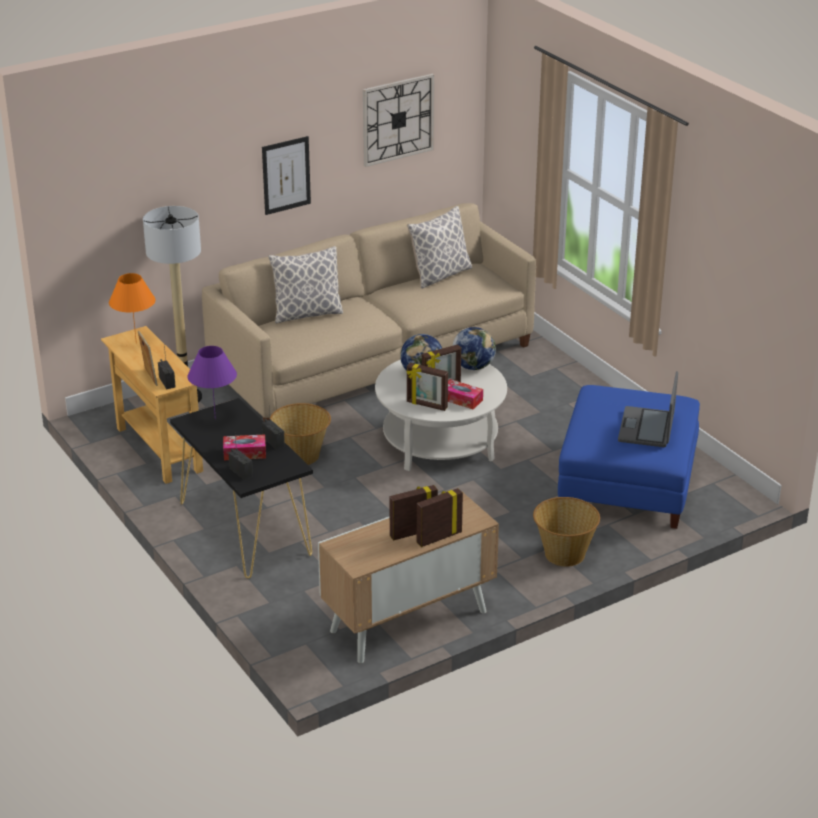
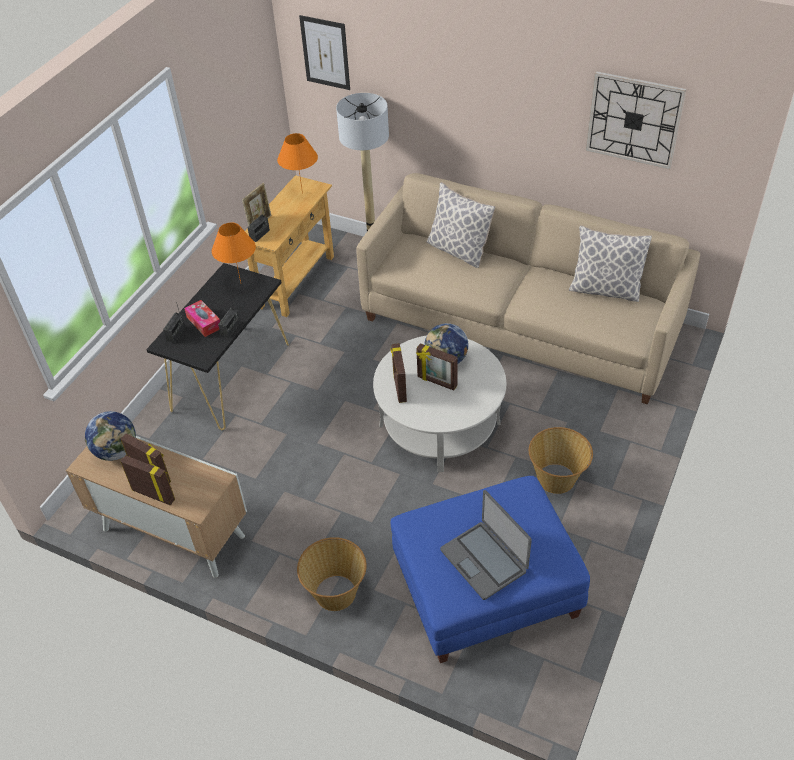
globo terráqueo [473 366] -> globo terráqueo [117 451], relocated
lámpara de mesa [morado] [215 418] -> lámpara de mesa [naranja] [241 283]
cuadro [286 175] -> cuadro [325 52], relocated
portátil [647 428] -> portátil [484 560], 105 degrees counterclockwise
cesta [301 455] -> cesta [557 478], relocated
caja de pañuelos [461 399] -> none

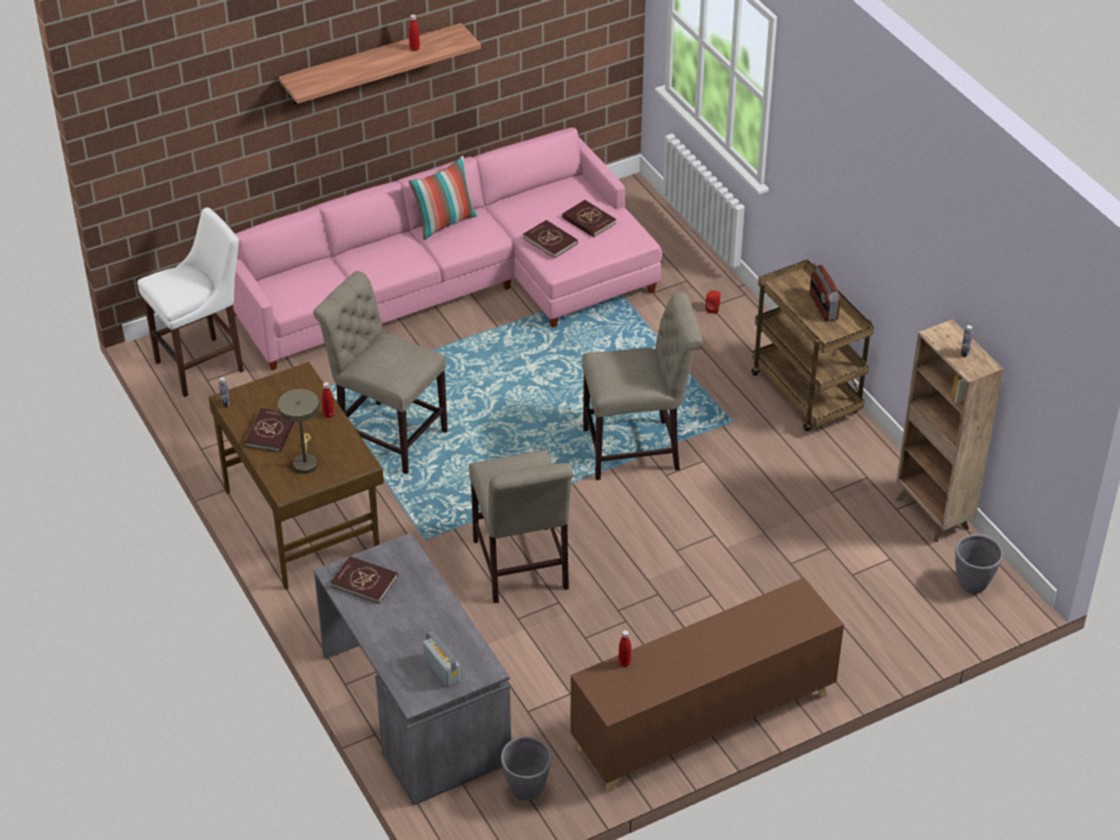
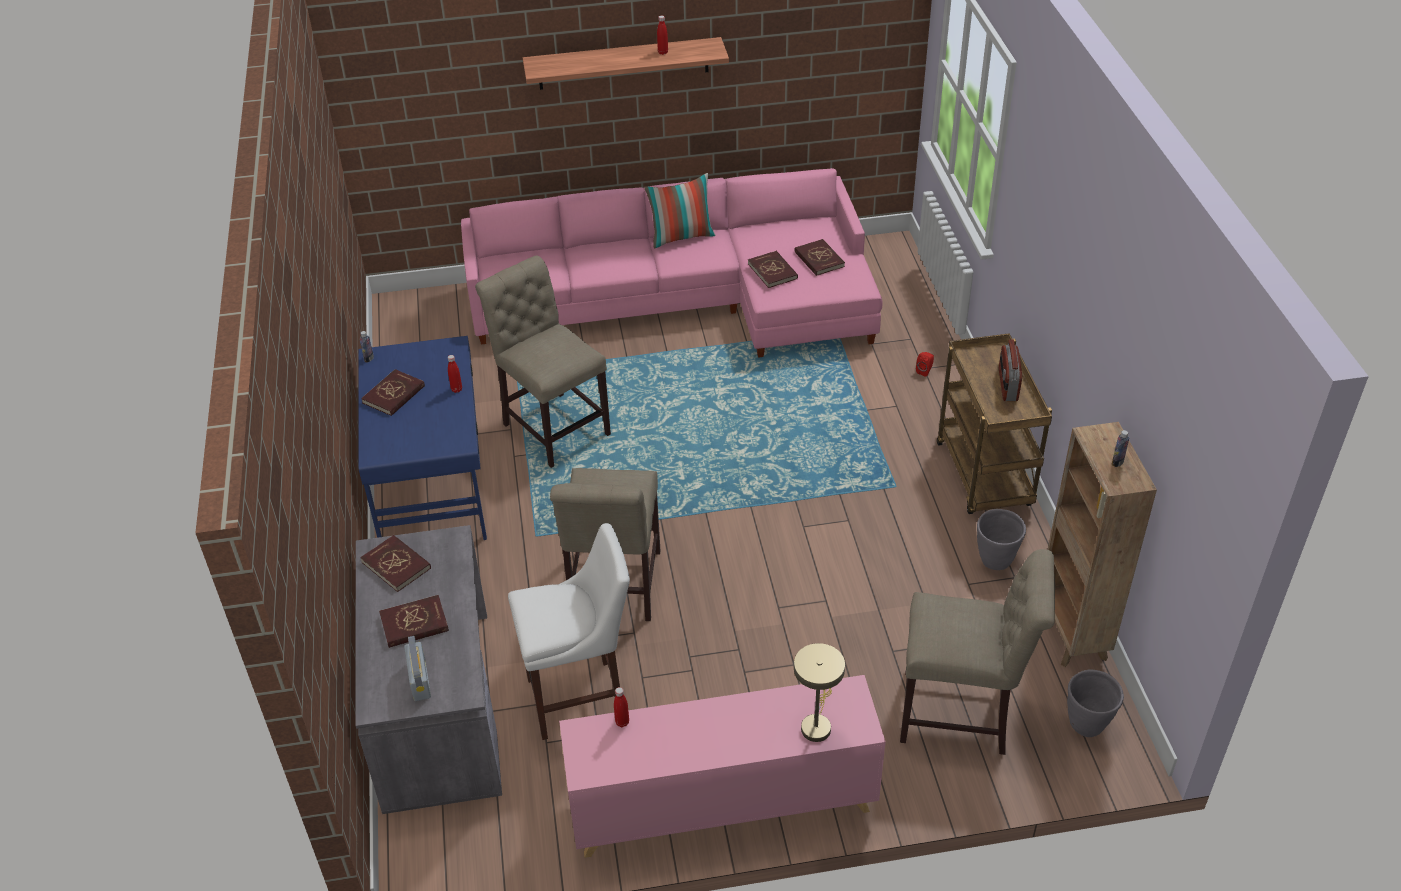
escritorio [marrón] [302 520] -> escritorio [azul] [433 490]
none -> libro [rojo] [414 624]
taburete [blanco] [204 365] -> taburete [blanco] [581 698], relocated
armario [marrón] [703 722] -> armario [rosa] [721 805]
lámpara de mesa [beis] [305 461] -> lámpara de mesa [beis] [816 724], relocated
silla [beis] [637 449] -> silla [beis] [962 714], relocated
maceta [gris] [526 790] -> maceta [gris] [995 561], relocated

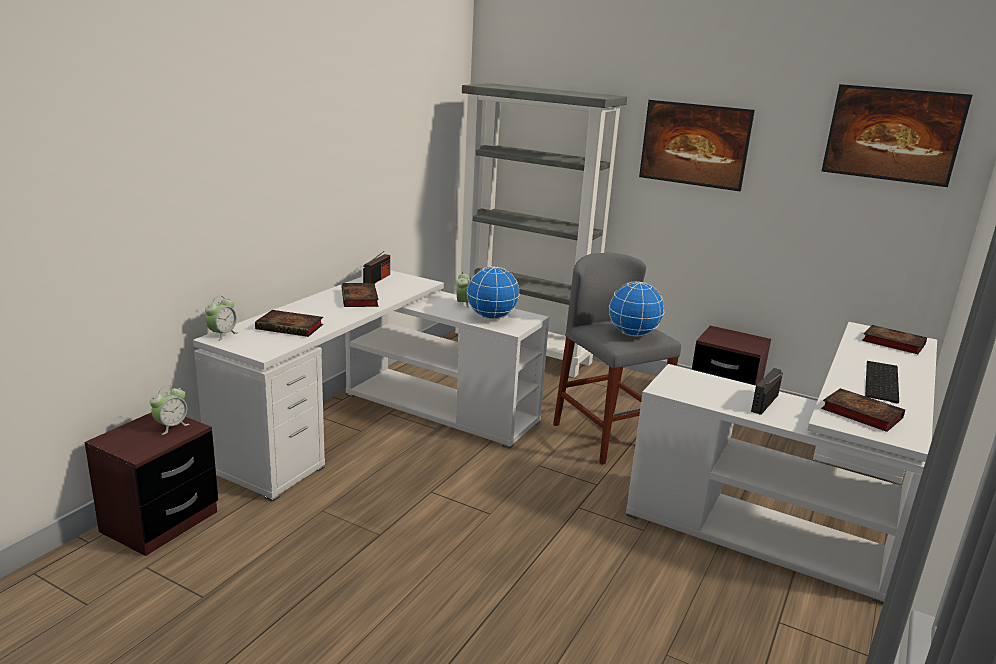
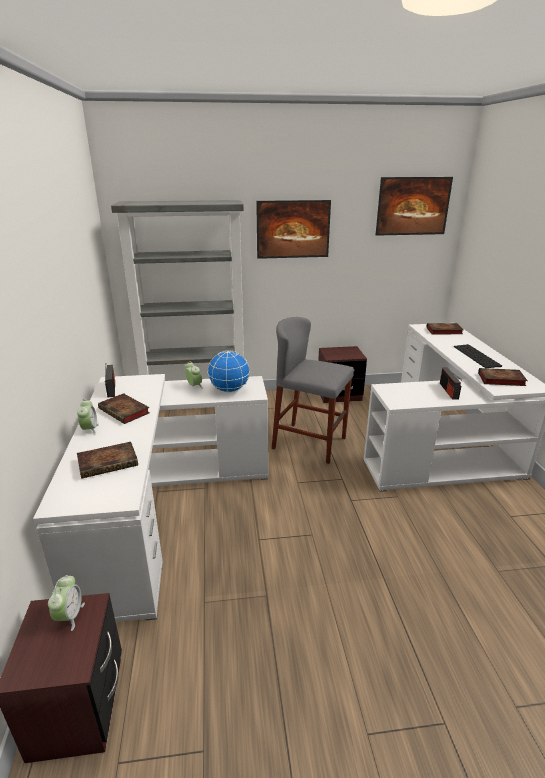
despertador [222 335] -> despertador [90 429], relocated
globo terráqueo [633 334] -> none

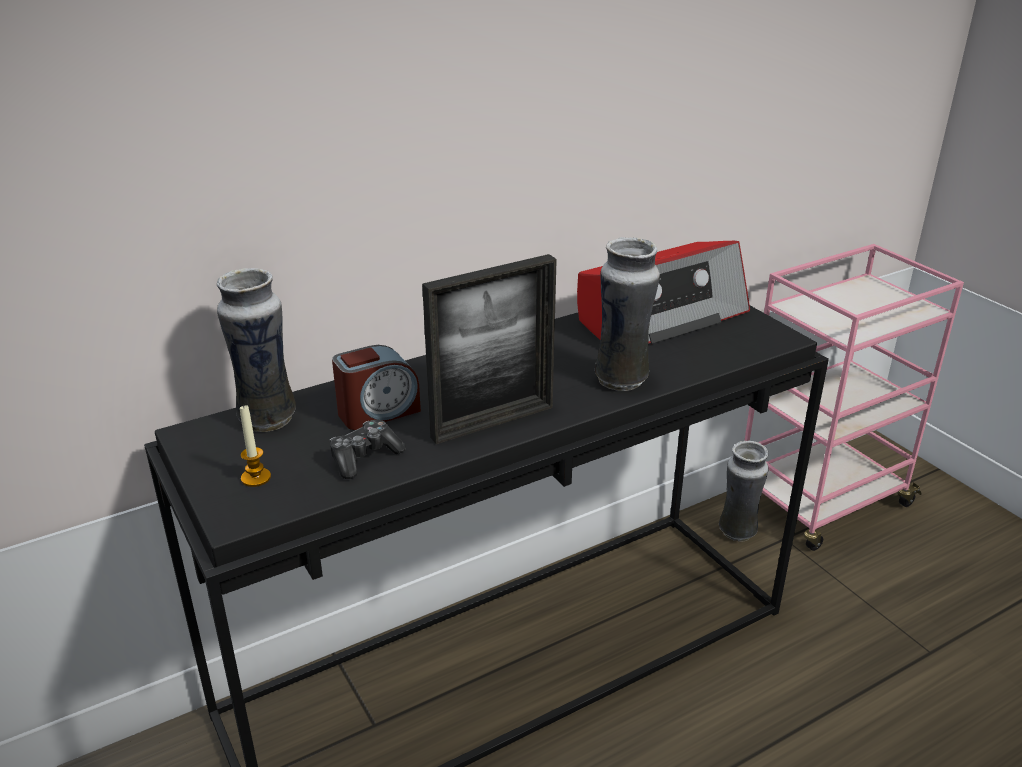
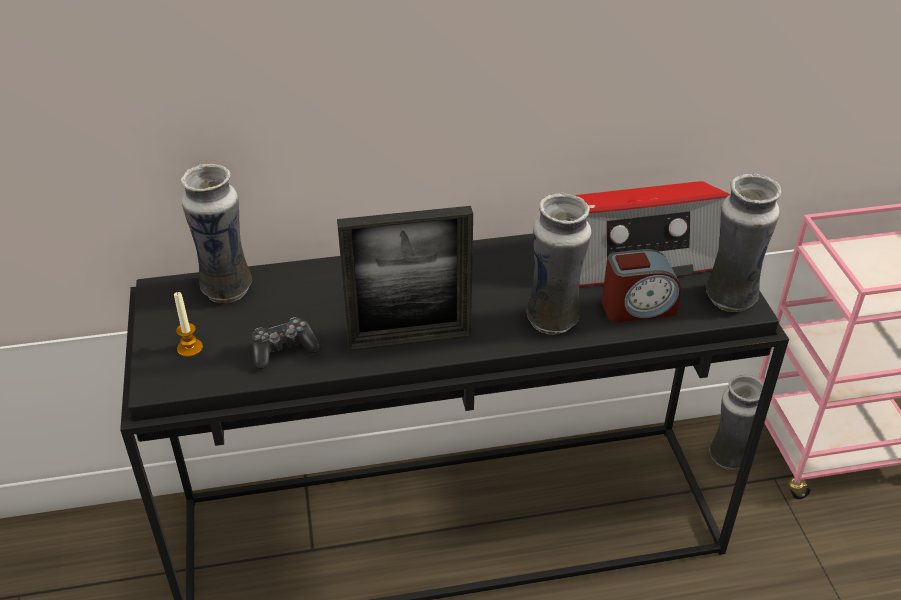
despertador [378 412] -> despertador [637 307], relocated
none -> florero [729 299]

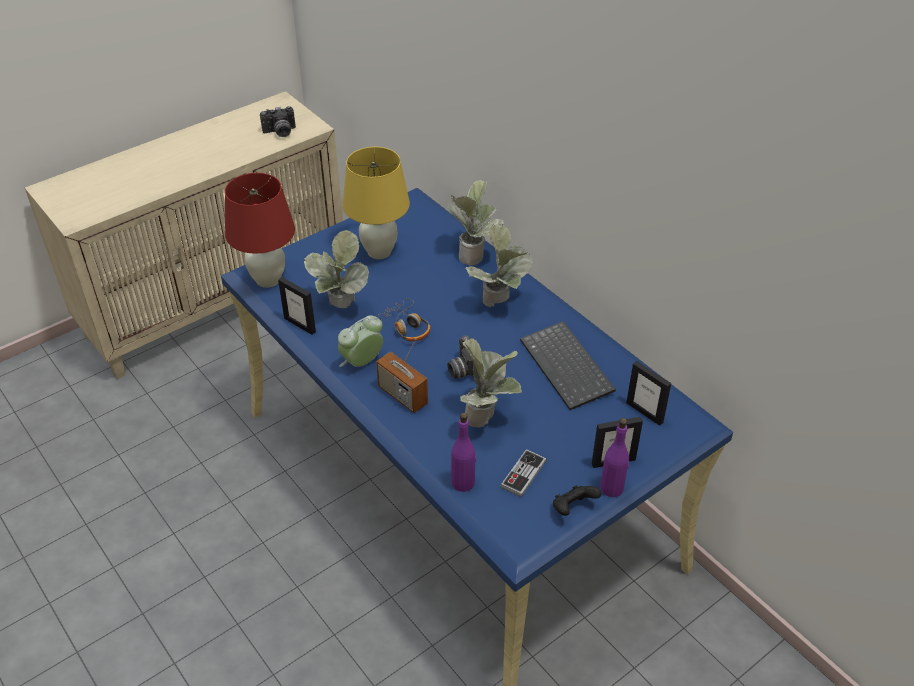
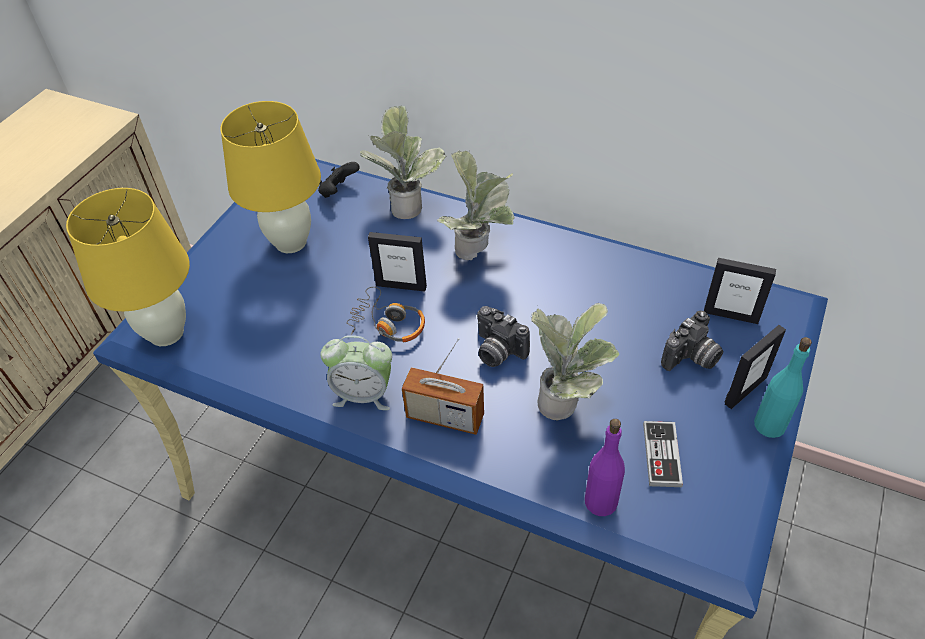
lámpara de mesa [rojo] [268 279] -> lámpara de mesa [amarillo] [166 333]
mando de consola [negro] [573 508] -> mando de consola [negro] [339 191], relocated
despertador [362 362] -> despertador [364 394], 105 degrees counterclockwise
portarretratos [300 325] -> portarretratos [401 285], relocated
cámara [280 132] -> cámara [692 359], relocated
botella [morado] [612 488] -> botella [turquesa] [770 425]
planta en maceta [340 310] -> none
teclado [568 367] -> none

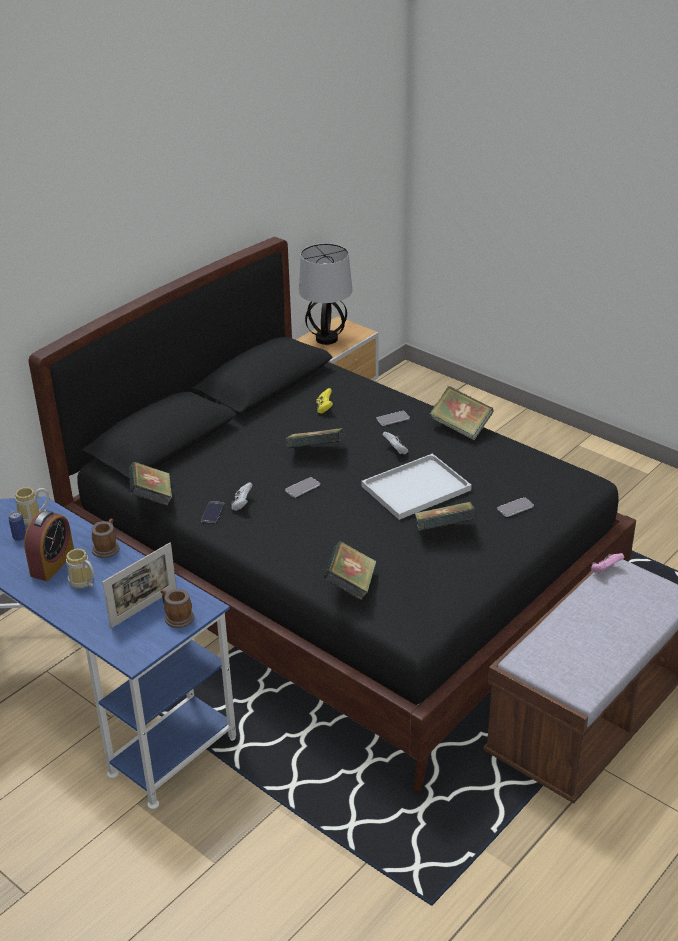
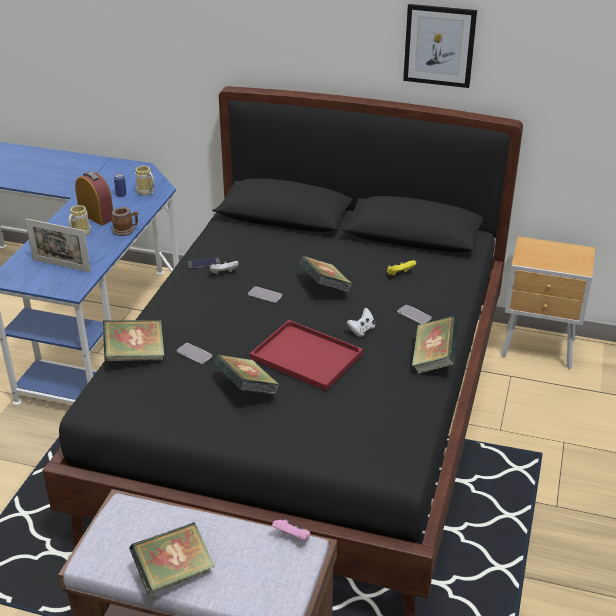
despertador [52 564] -> despertador [96 216], 135 degrees counterclockwise
libro [152 499] -> libro [174 573], relocated
móvil [515 508] -> móvil [194 354], relocated
bandeja [blanco] [415 489] -> bandeja [rojo] [304 356]
none -> cuadro [439 45]
taza grande [176 617] -> none
lámpara de mesa [327 339] -> none

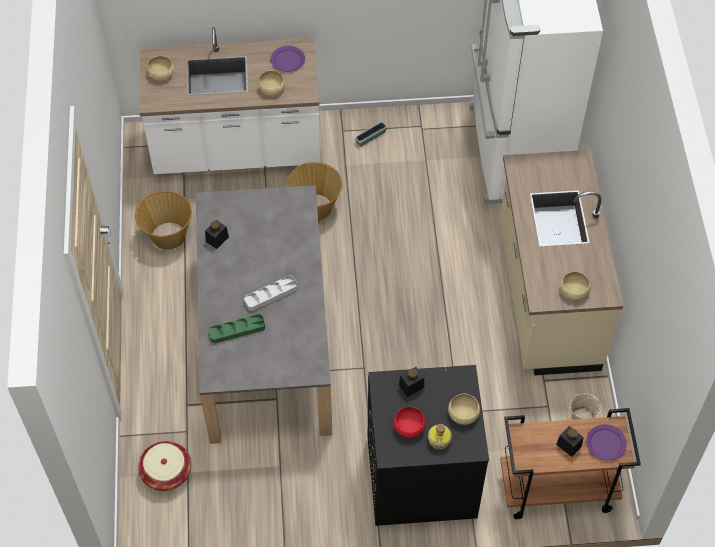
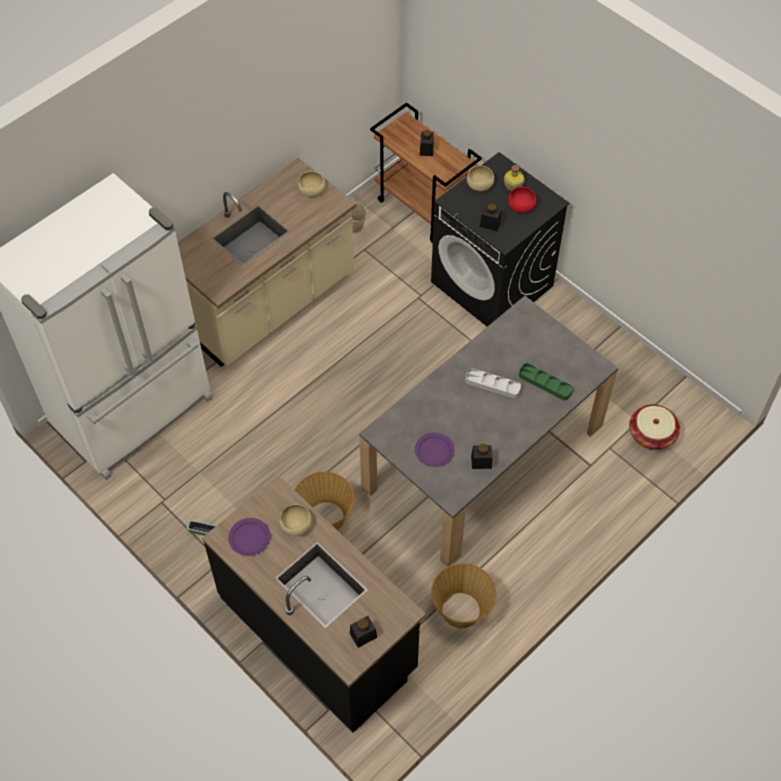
mueble bajo de cocina [blanco] [237 150] -> mueble bajo de cocina [negro] [319 632]
cuenco [beis] [161 73] -> tarro [negro] [363 635]
plato [morado] [605 443] -> plato [morado] [434 451], relocated

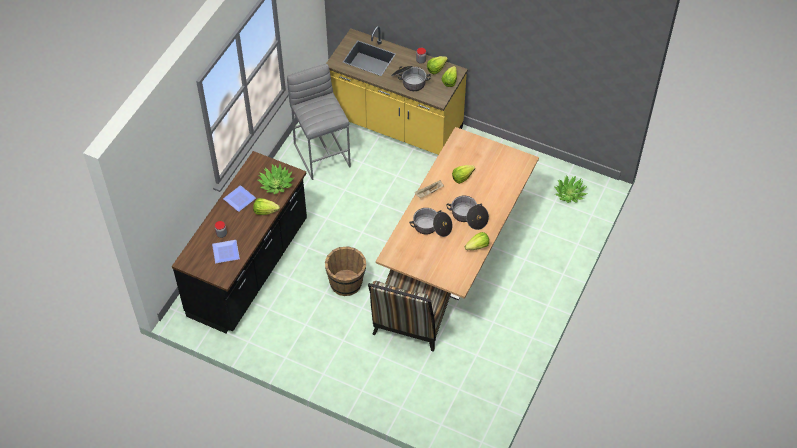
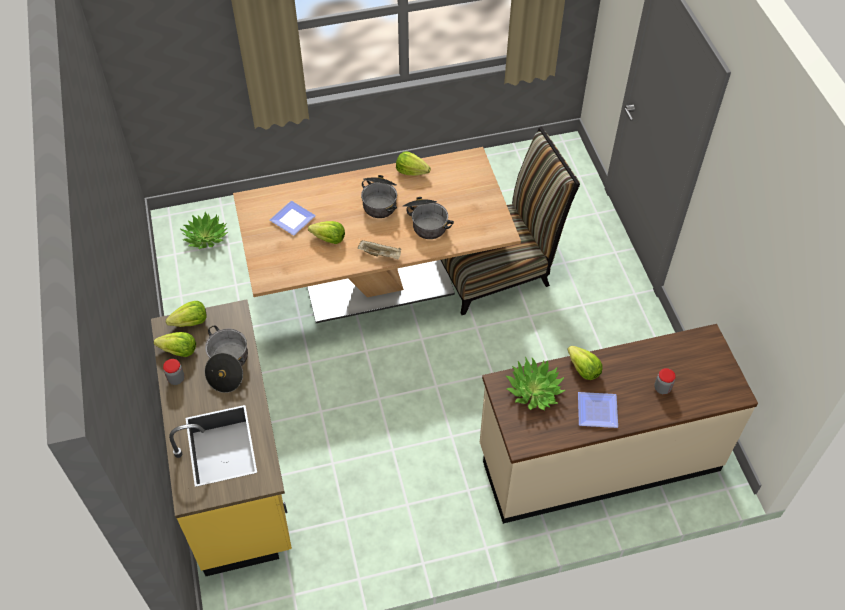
plato [225 252] -> plato [293 220], relocated
mueble bajo de cocina [negro] [249 269] -> mueble bajo de cocina [beis] [598 458]
taburete [gris] [322 154] -> none
cubo [marrón] [346 283] -> none

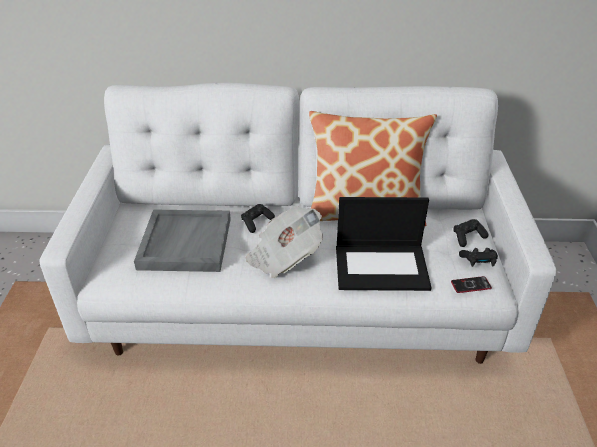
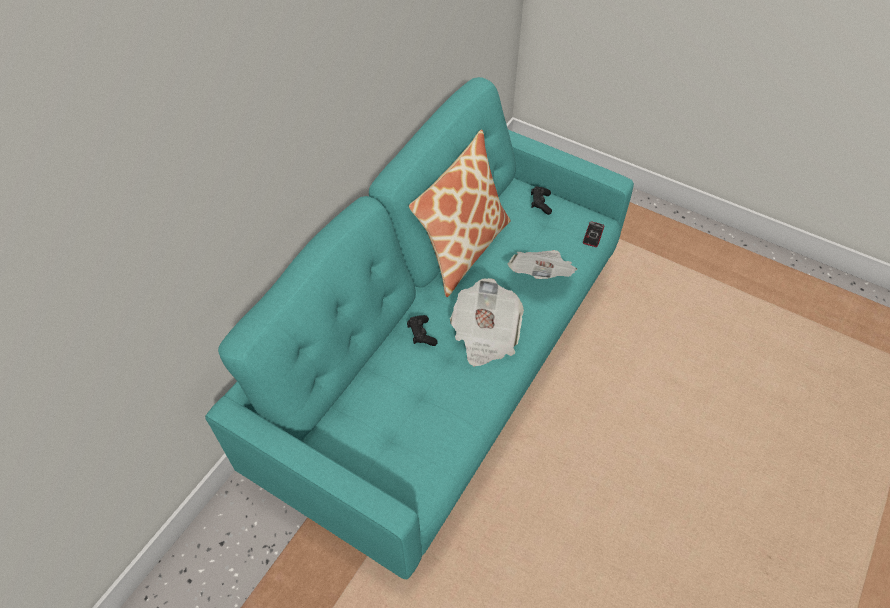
sofá [blanco] [299 301] -> sofá [turquesa] [445 364]
portátil [382 266] -> periódico [541 275]
bandeja [gris] [185 242] -> none
mando de consola [negro] [478 261] -> none

